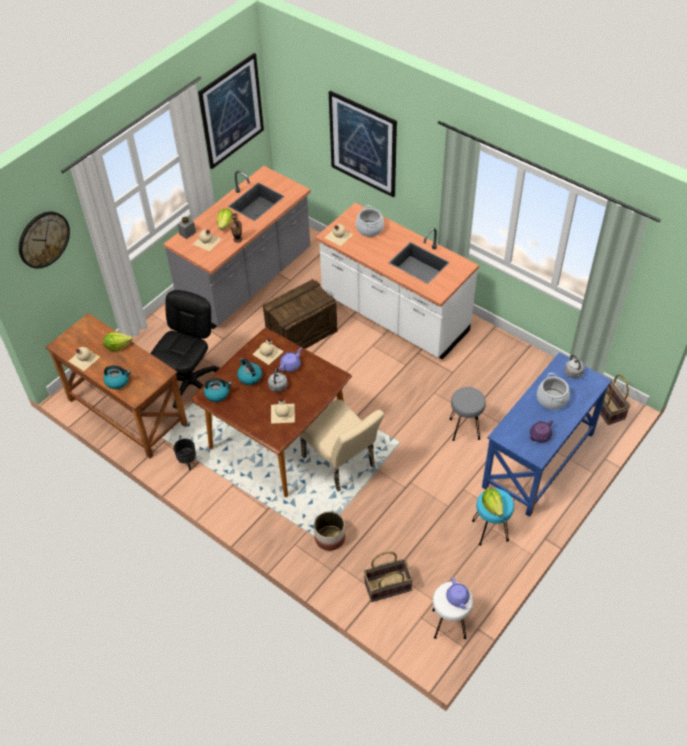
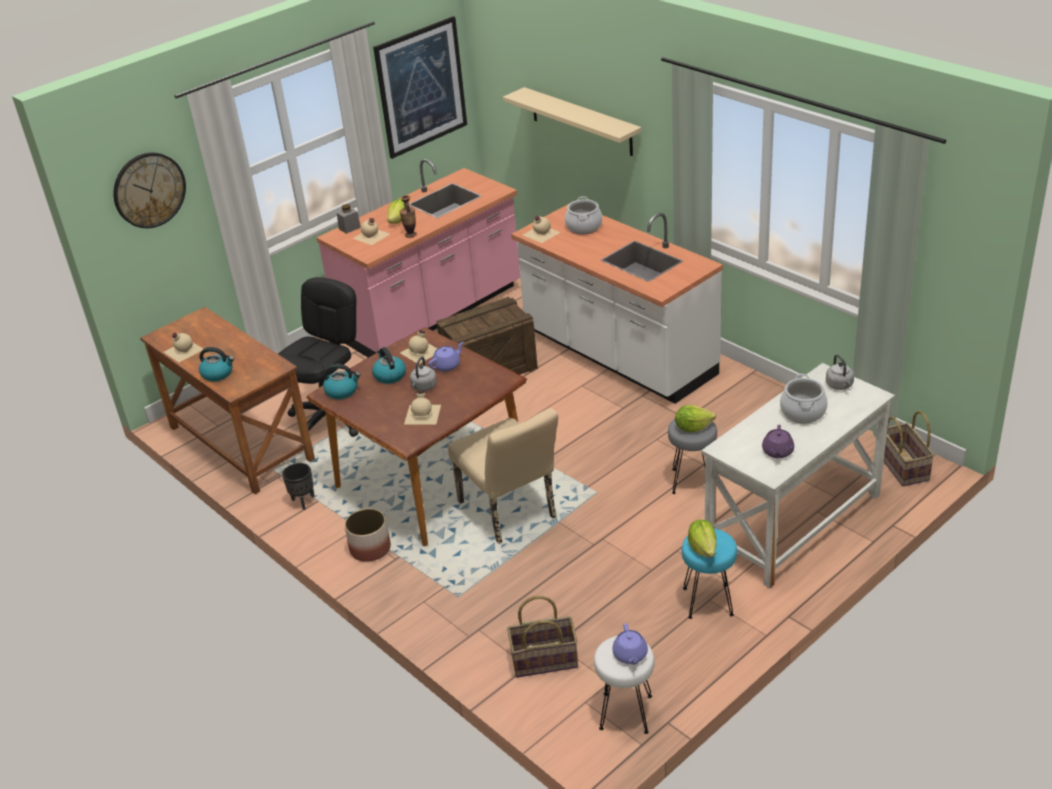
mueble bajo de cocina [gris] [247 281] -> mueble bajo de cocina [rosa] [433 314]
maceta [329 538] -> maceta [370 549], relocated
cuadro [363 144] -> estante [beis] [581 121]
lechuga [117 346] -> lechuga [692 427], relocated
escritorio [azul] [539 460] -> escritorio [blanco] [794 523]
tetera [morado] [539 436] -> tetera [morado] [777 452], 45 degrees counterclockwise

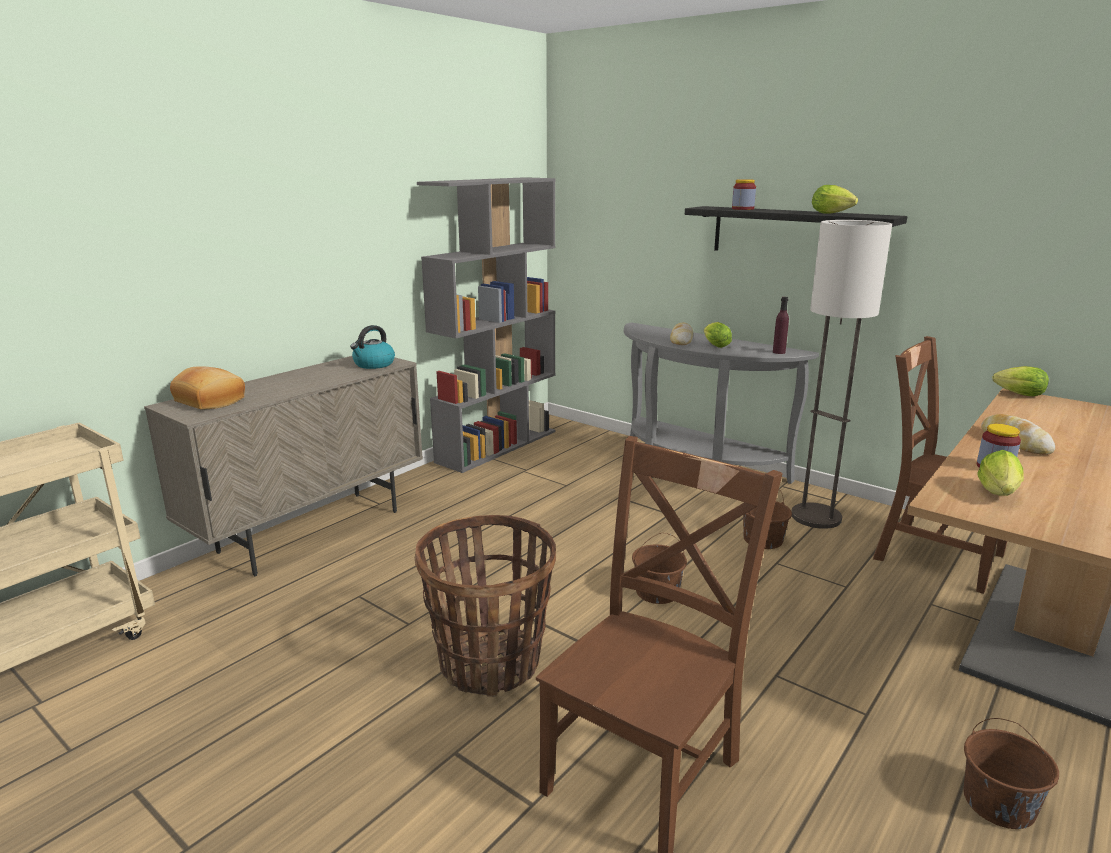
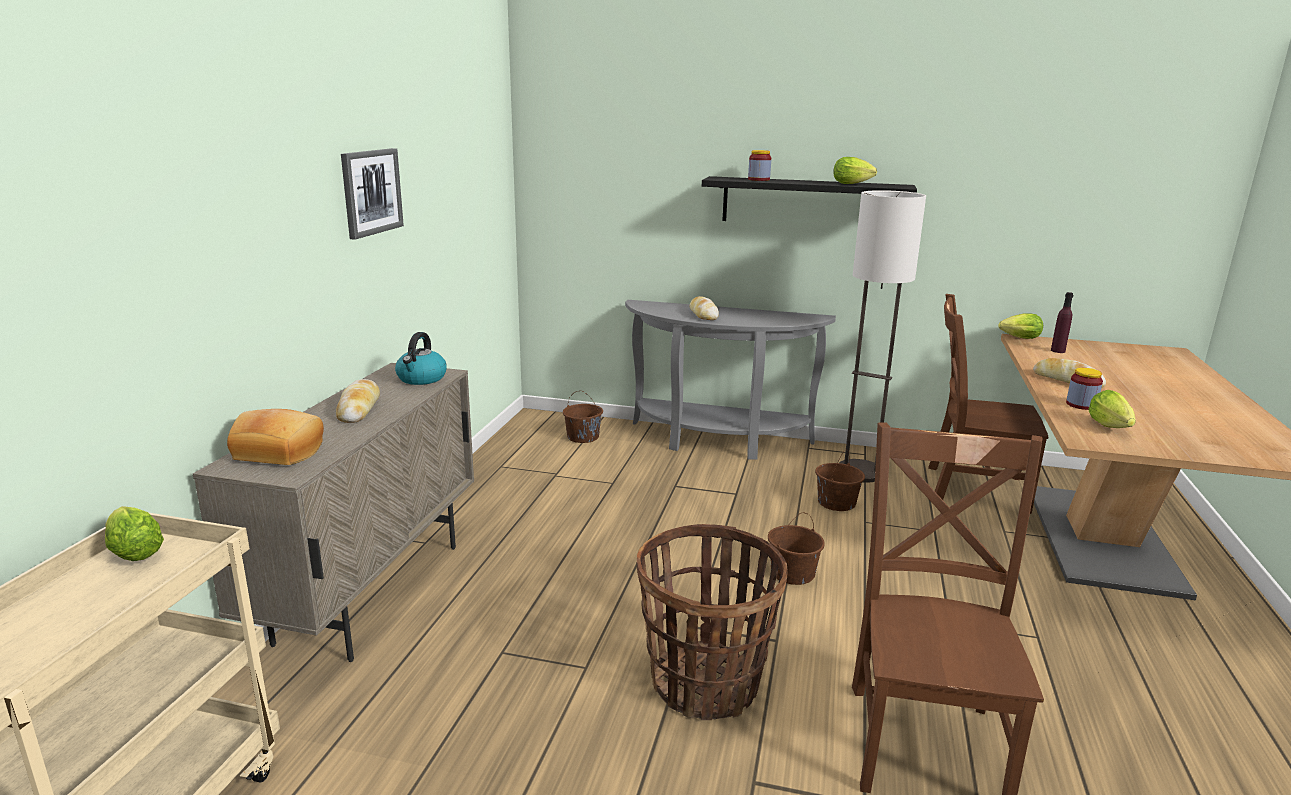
lechuga [714 345] -> lechuga [134 551], relocated
none -> pan [359 408]
none -> cuadro [371 192]
cubo [marrón] [999 804] -> cubo [marrón] [583 437], relocated
botella [morado] [779 352] -> botella [morado] [1058 351], relocated
estantería [gris] [497 446] -> none

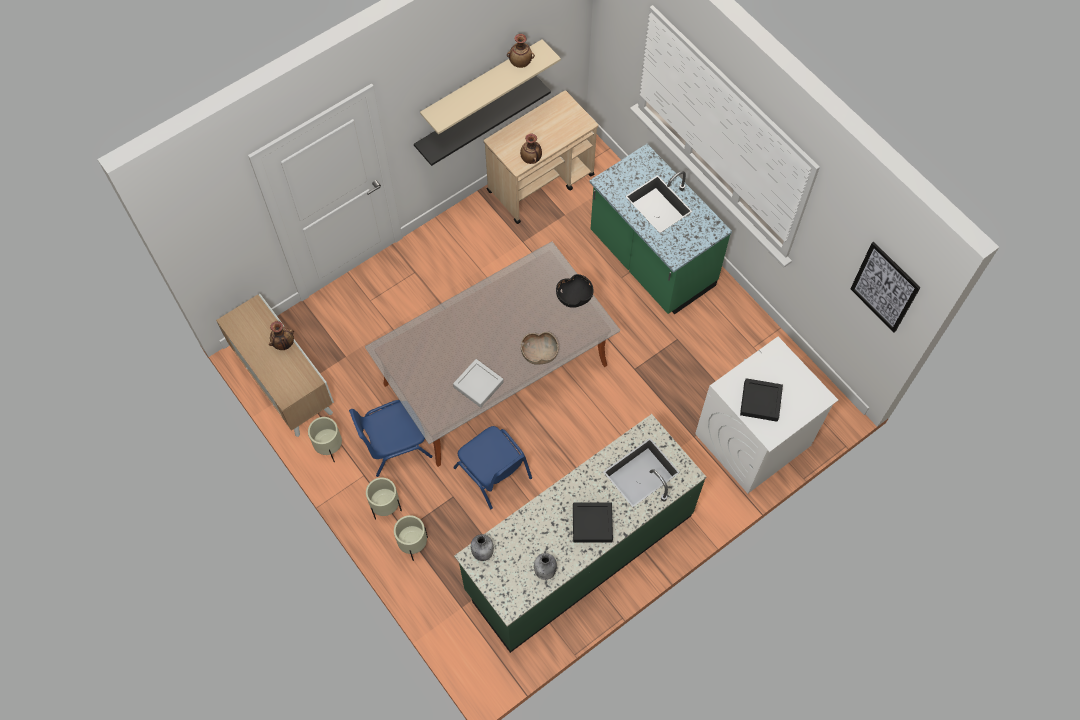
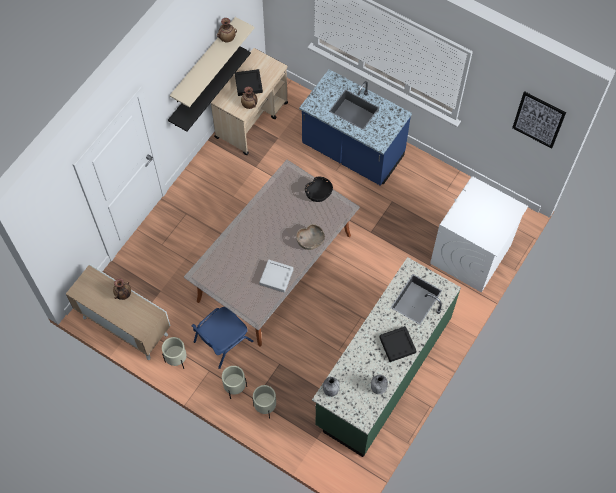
bandeja [negro] [760 401] -> bandeja [negro] [248 84], relocated
mueble bajo de cocina [verde] [651 261] -> mueble bajo de cocina [azul] [352 152]
silla [azul] [494 473] -> none

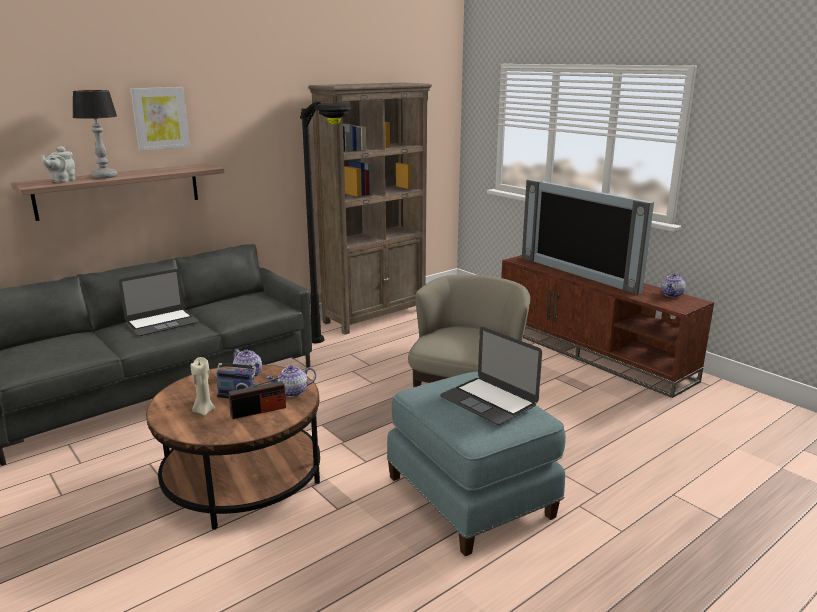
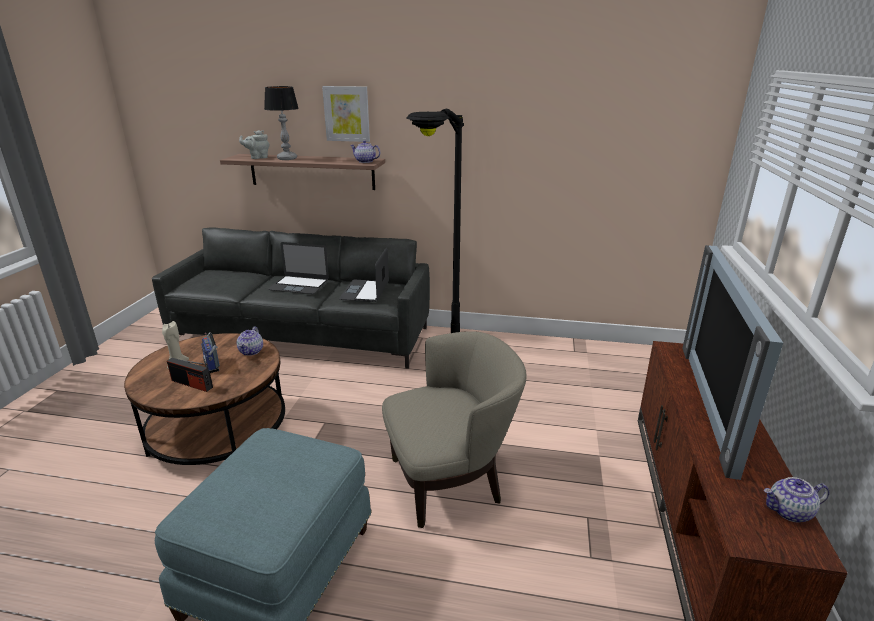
portátil [488 400] -> portátil [365 291], relocated
tetera [292 392] -> tetera [365 161], relocated
estantería [marrón] [376 316] -> none

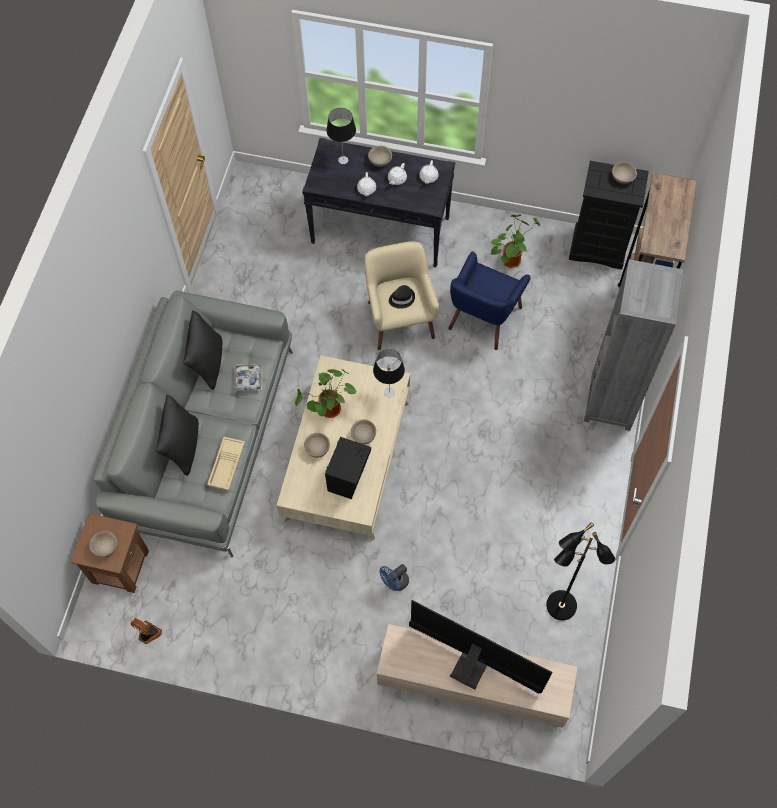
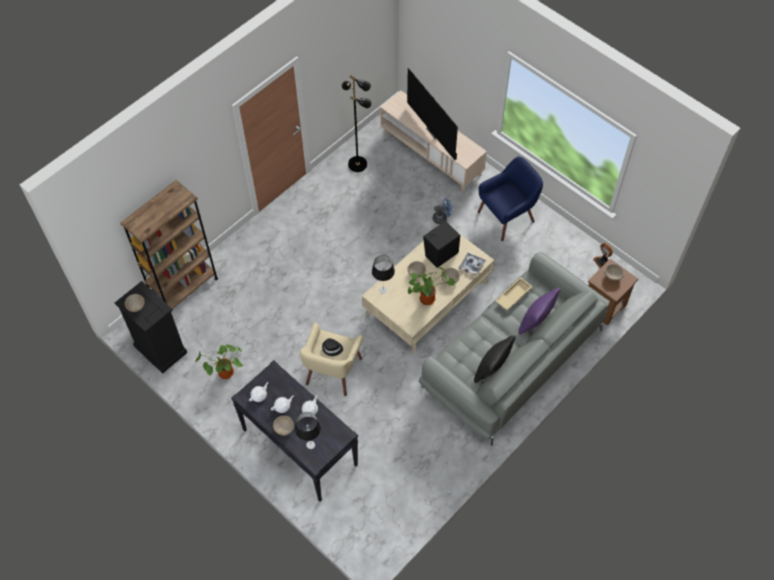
bandeja [248 379] -> bandeja [471 266], relocated
sillón [azul] [483 318] -> sillón [azul] [507 217], relocated
cojín [negro] [183 447] -> cojín [morado] [536 321]
estantería [gris] [611 401] -> none

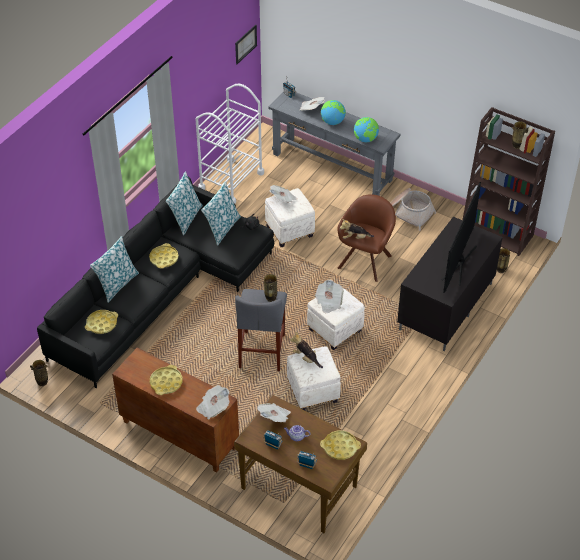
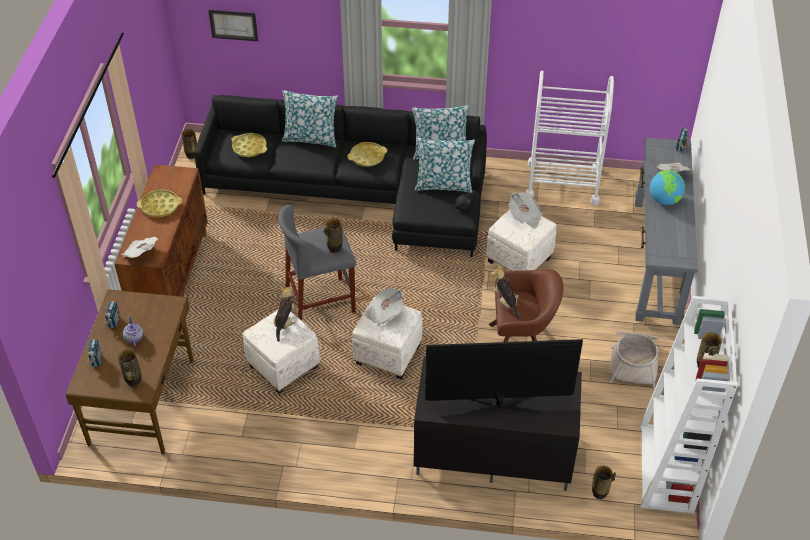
bandeja [amarillo] [340 447] -> florero [133 381]
cuadro [245 44] -> cuadro [233 25], relocated
estantería [marrón] [497 233] -> estantería [blanco] [667 469]
periódico [275 417] -> none
globo terráqueo [365 139] -> none

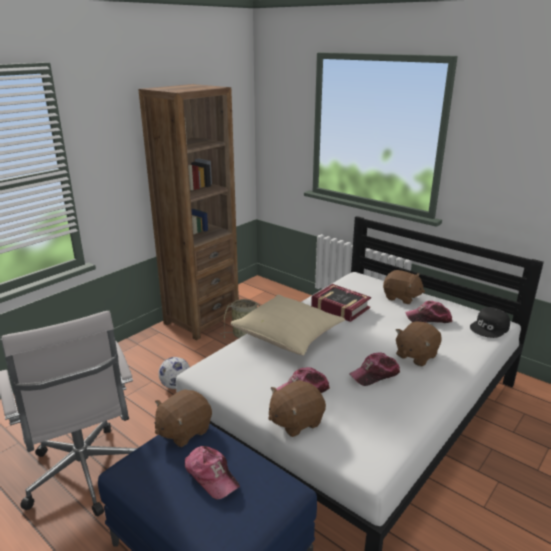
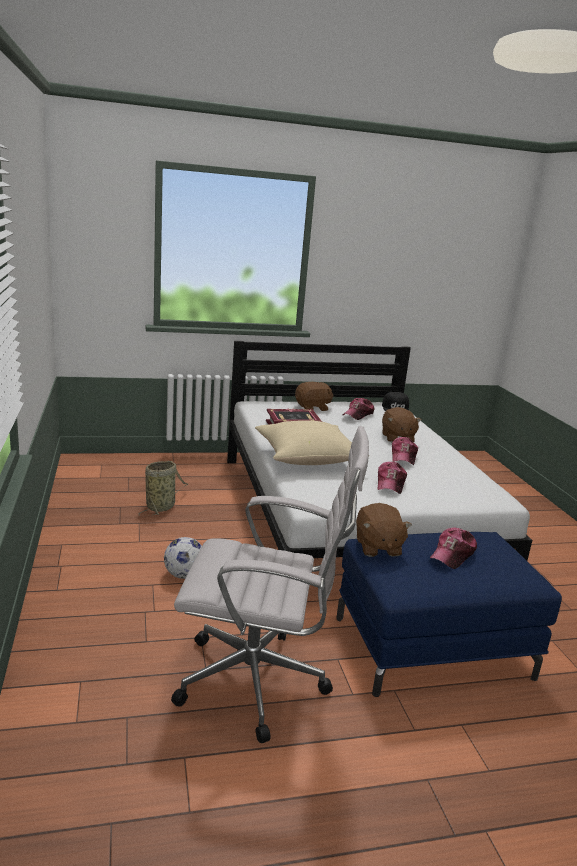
gorra [211 476] -> gorra [452 554], 135 degrees clockwise
estantería [marrón] [201 320] -> none
peluche [marrón] [295 421] -> none

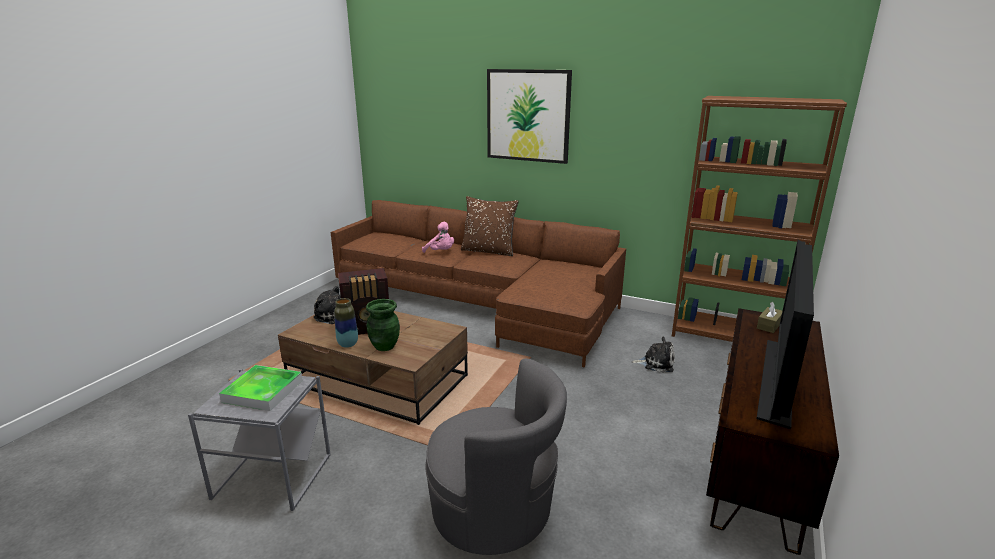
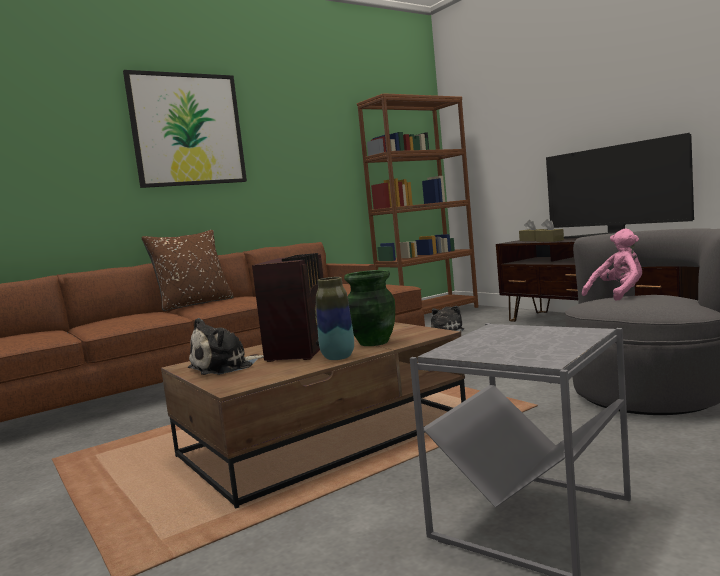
none -> caja de pañuelos [marrón] [549 241]
peluche [rosa] [441 252] -> peluche [rosa] [618 295], relocated
bandeja [263 391] -> none

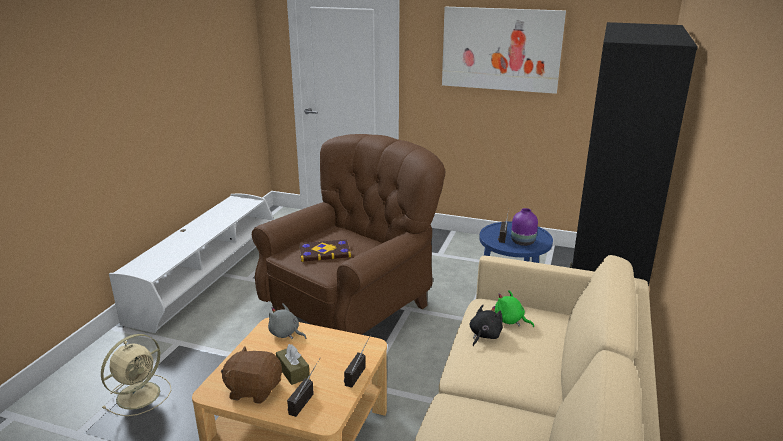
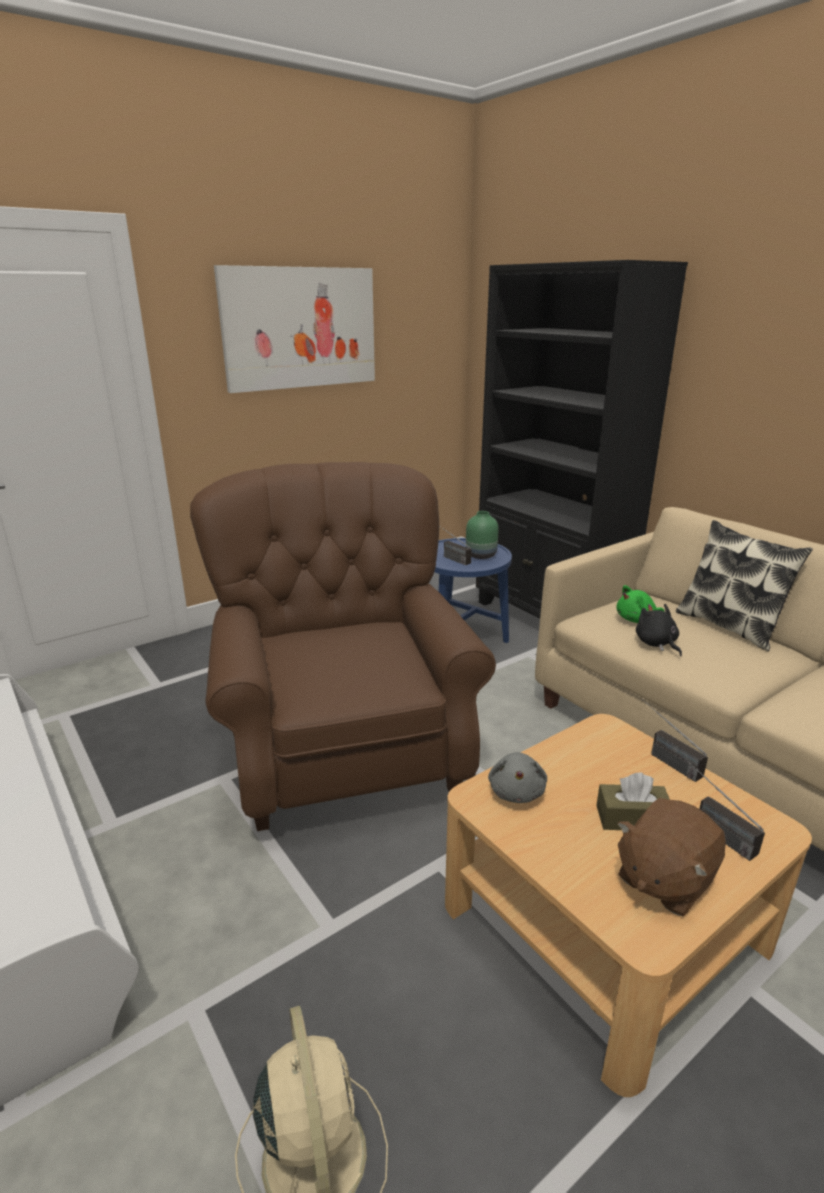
florero [morado] [522 242] -> florero [verde] [480 555]
peluche [gris] [285 334] -> peluche [gris] [516 791], 60 degrees counterclockwise
none -> cojín [729 626]
libro [324 252] -> none

